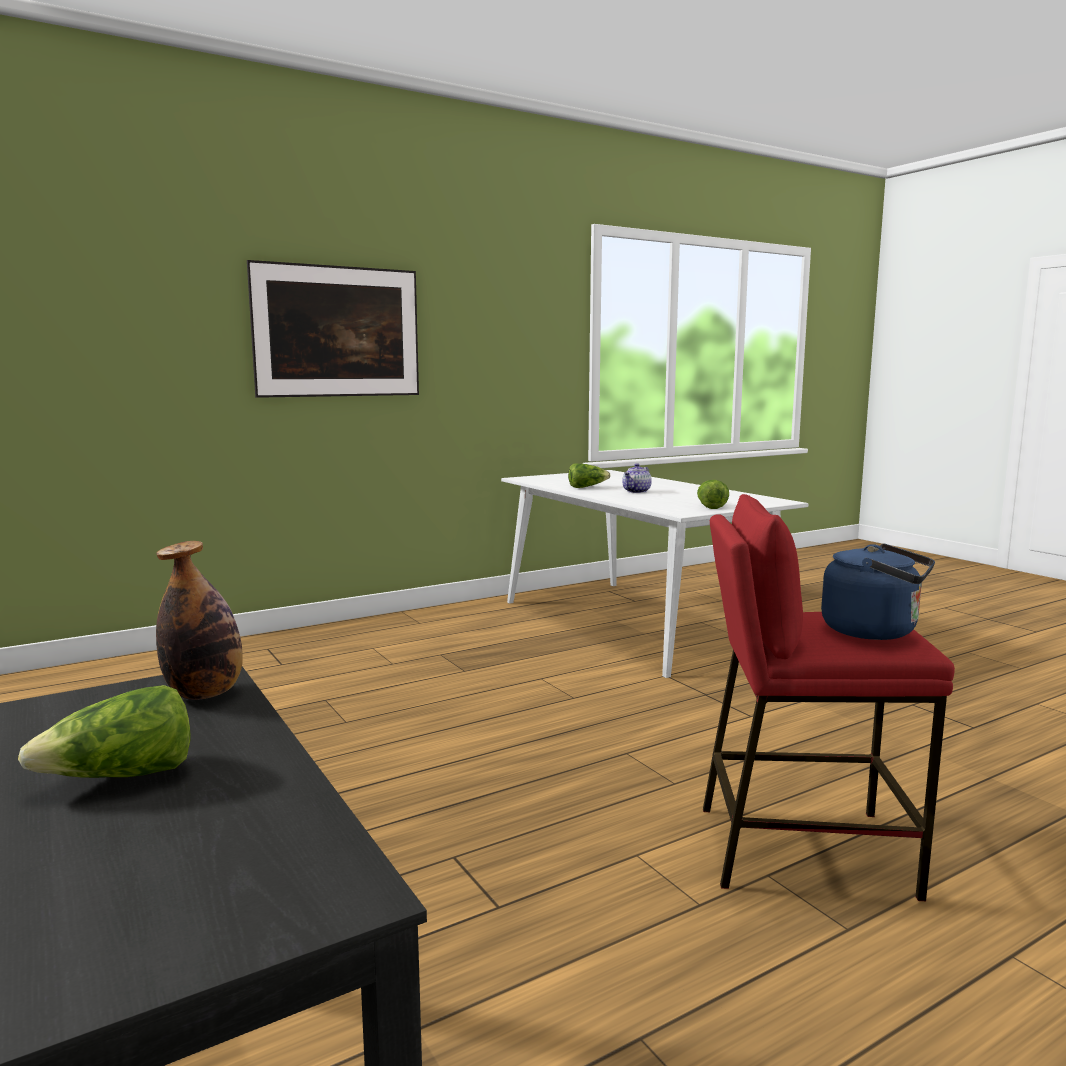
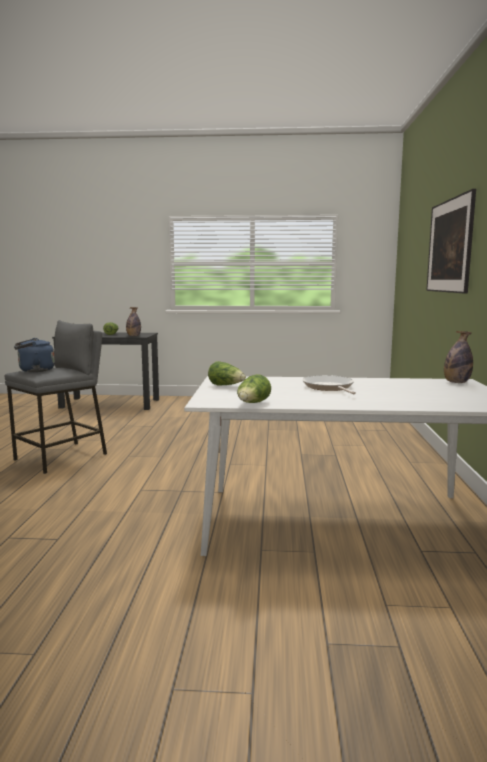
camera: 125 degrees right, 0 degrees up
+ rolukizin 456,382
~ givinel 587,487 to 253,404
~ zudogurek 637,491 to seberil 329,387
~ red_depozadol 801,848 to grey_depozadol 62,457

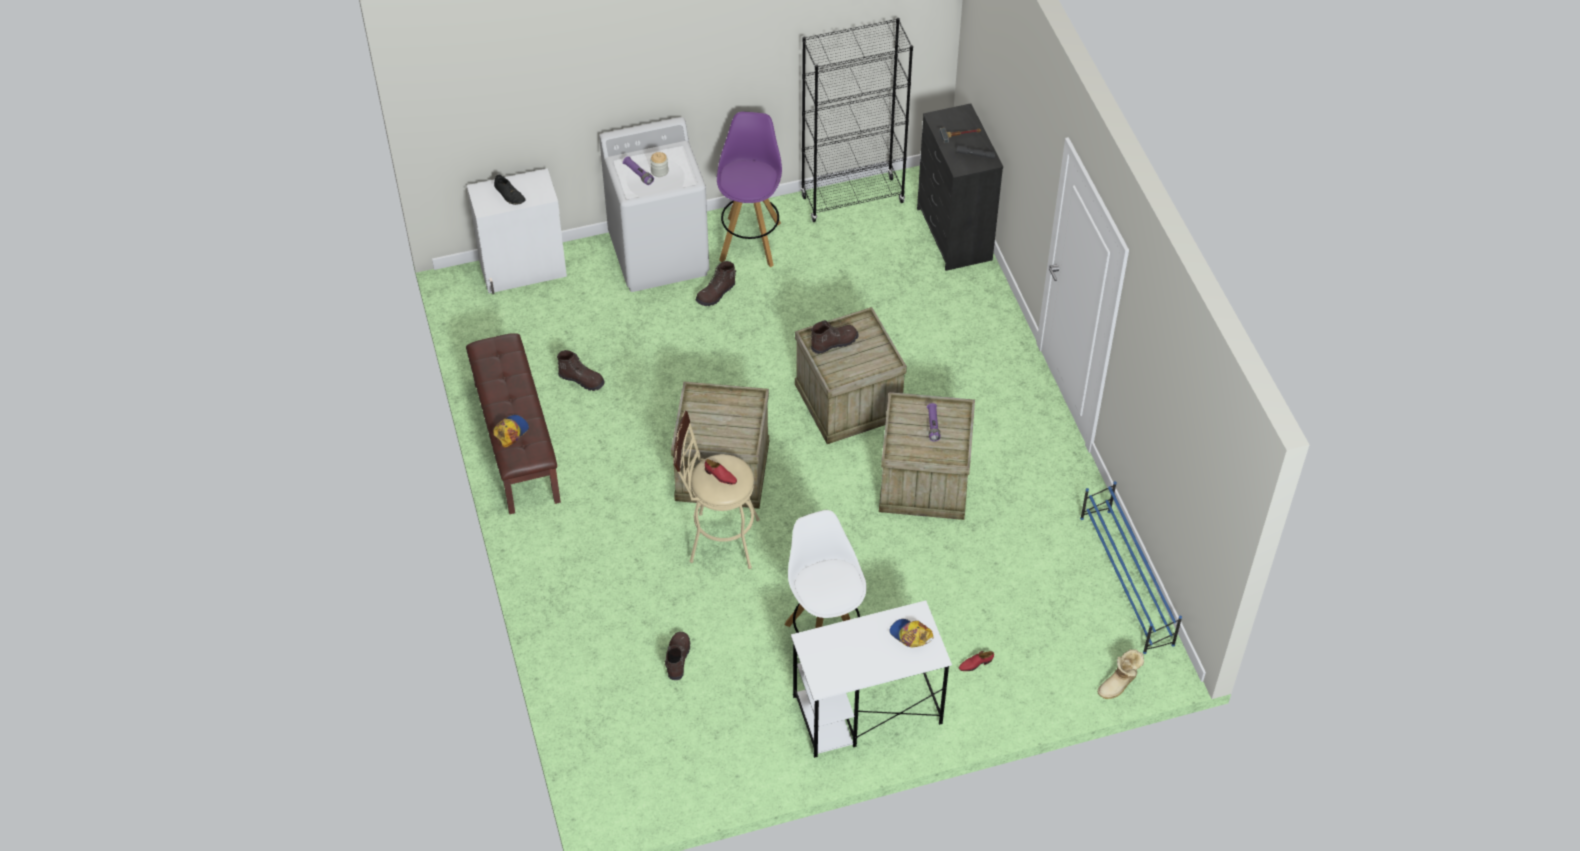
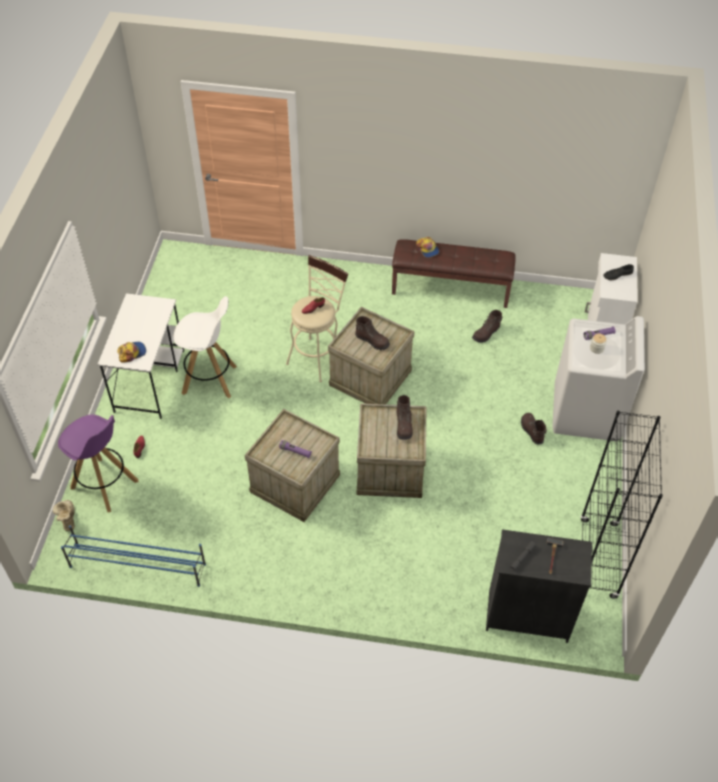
camera: 115 degrees right, 0 degrees up
~ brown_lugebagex 677,659 to 372,341
~ purple_depozadol 750,240 to 105,485

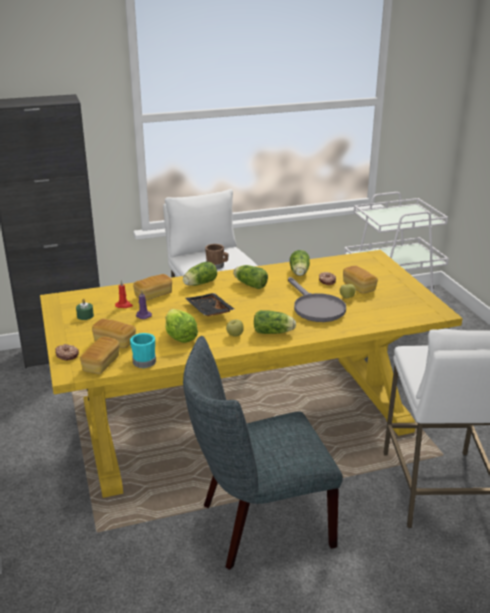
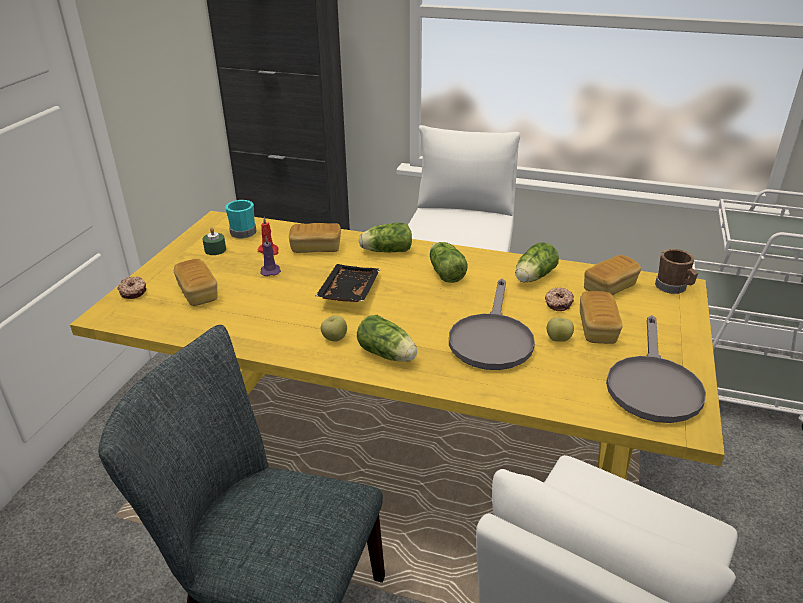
camera: 35 degrees right, 5 degrees up
- givinel 179,336
+ grey_seberil 652,384
~ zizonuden 101,364 to 609,288
~ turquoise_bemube 142,361 to 243,231
~ brown_bemube 217,266 to 673,288

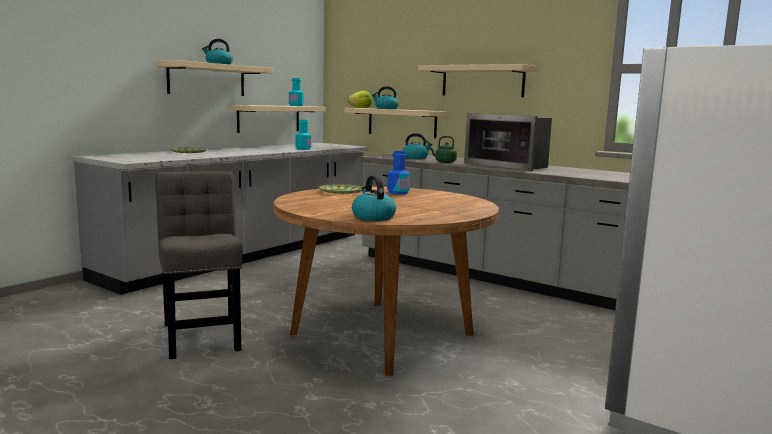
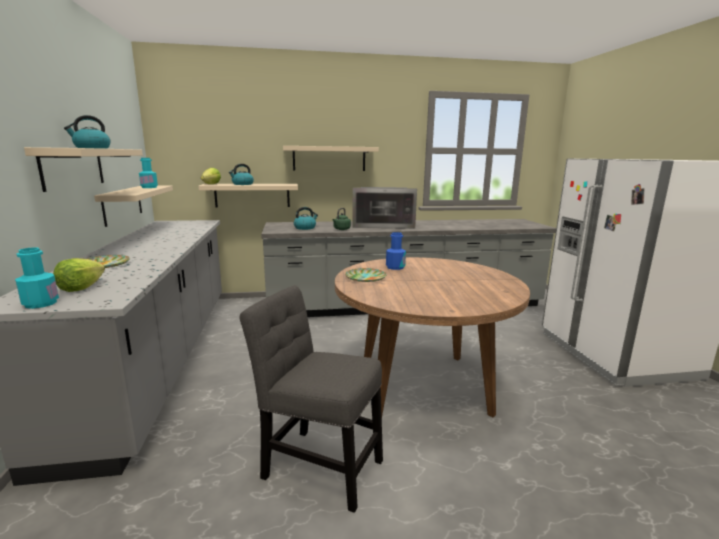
camera: 45 degrees left, 5 degrees up
- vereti 373,217
+ givinel 81,288
~ turquoise_rolukizin 303,149 to 40,303

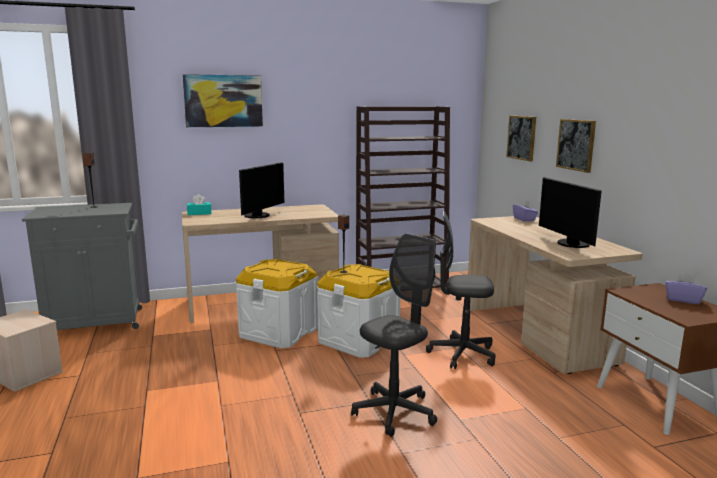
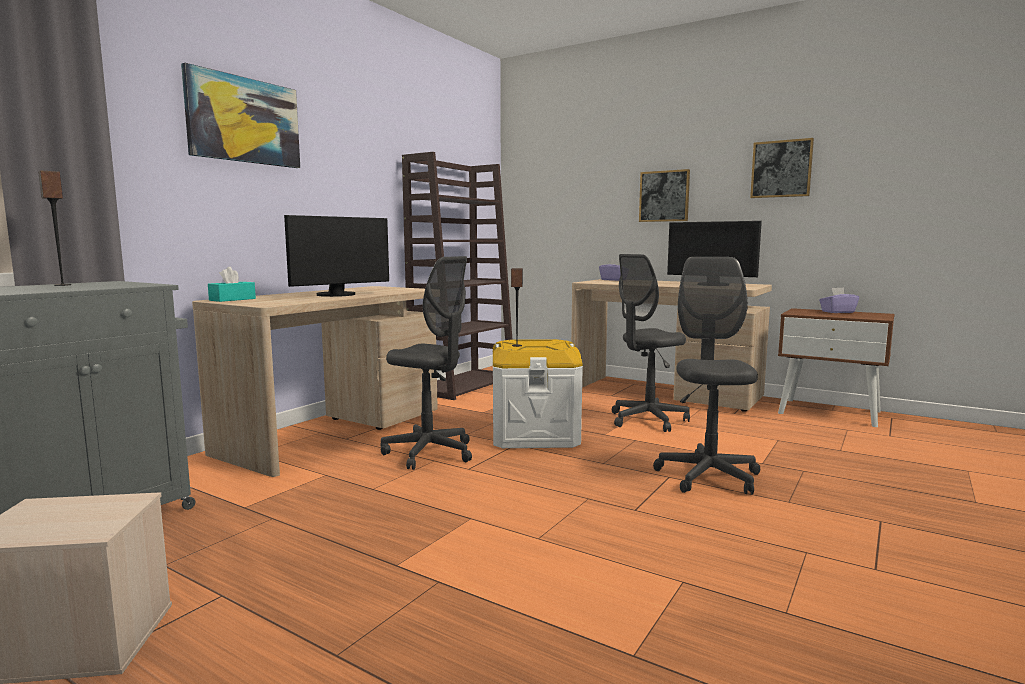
camera: 40 degrees left, 5 degrees down
~ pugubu 522,137 to 781,169
~ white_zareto 278,332 to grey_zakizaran 430,453
~ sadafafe 259,216 = 338,295 60 degrees clockwise

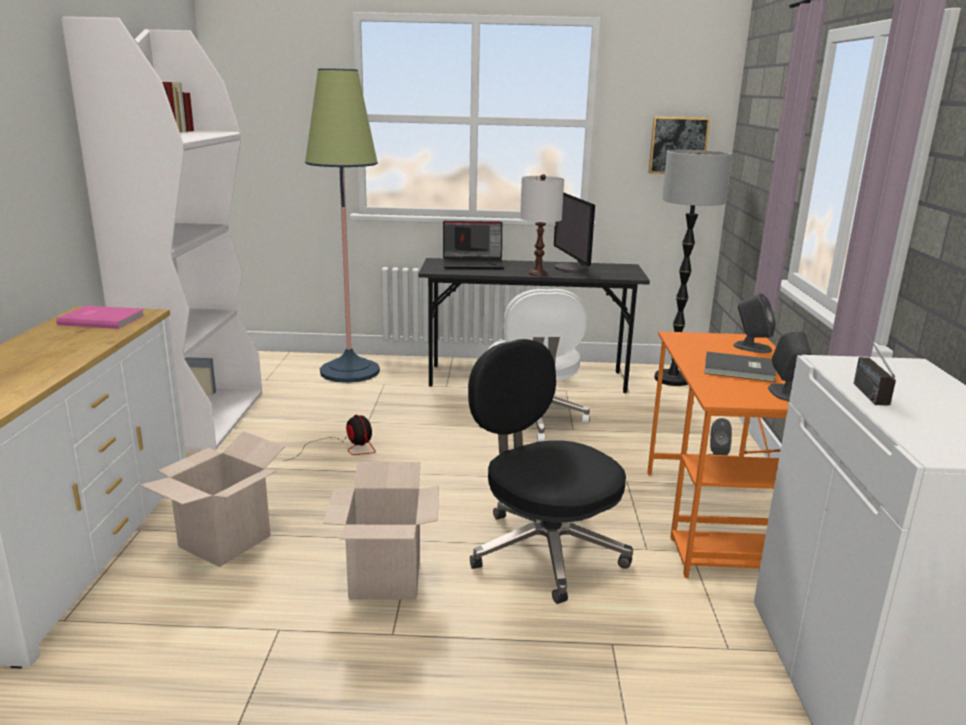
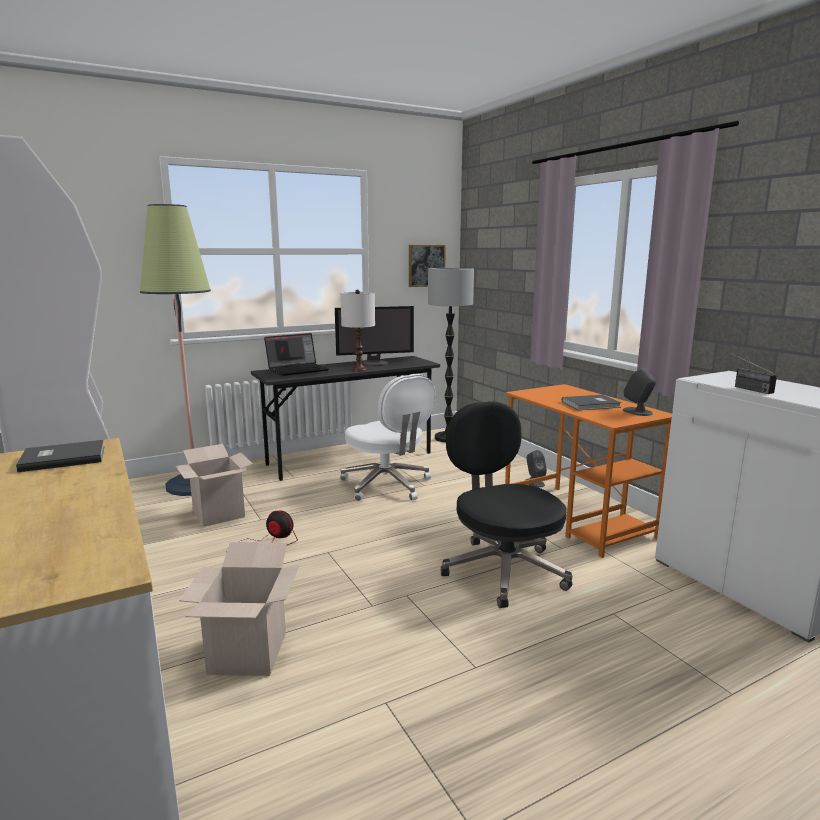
camera: 30 degrees left, 5 degrees down
- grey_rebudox 751,347
~ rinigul 385,578 to 218,514
~ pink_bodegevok 102,319 to grey_bodegevok 62,458
~ black_zakizaran 544,550 = 503,570 45 degrees clockwise
~ sadafafe 571,268 = 375,363 60 degrees counterclockwise

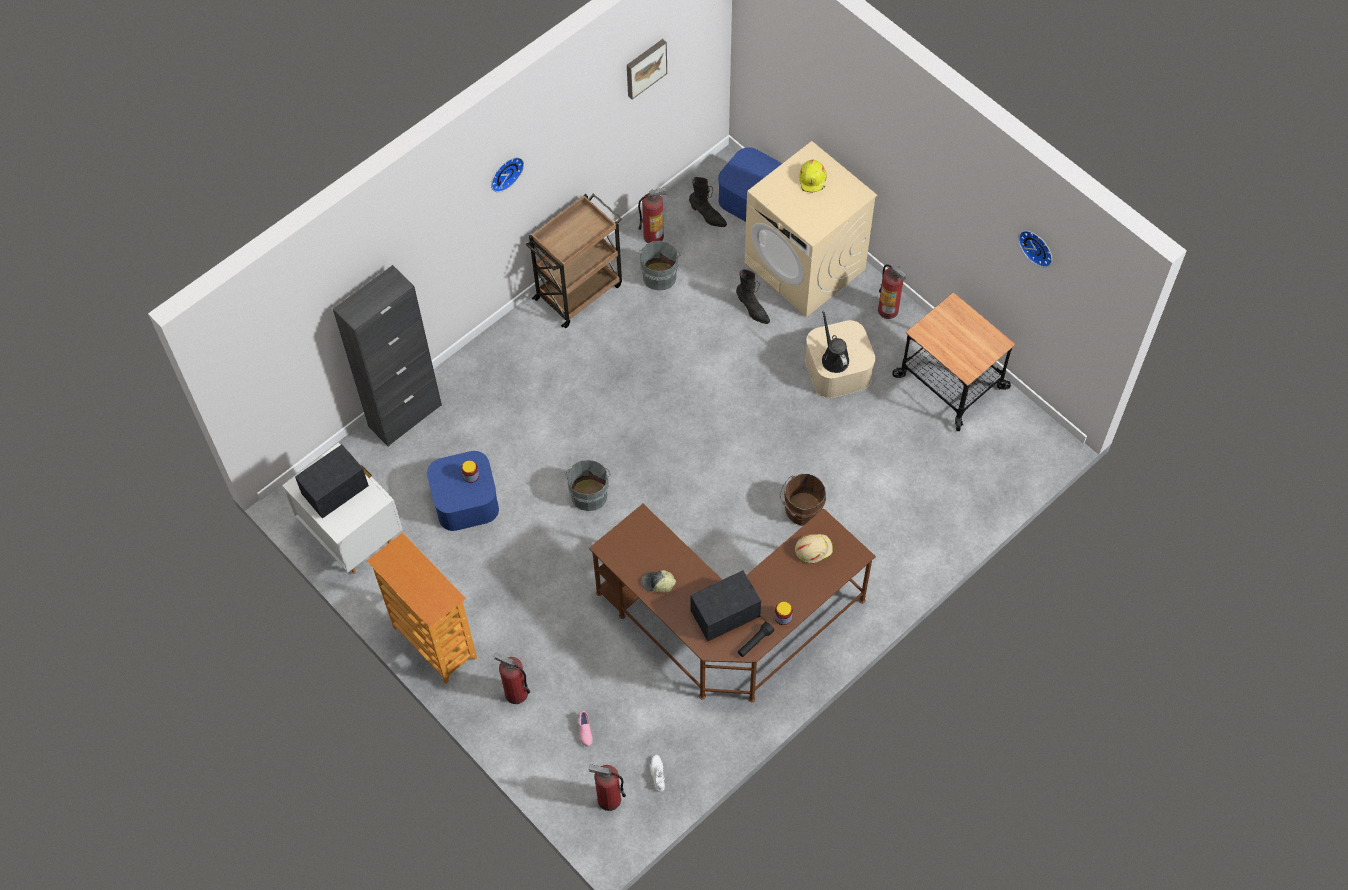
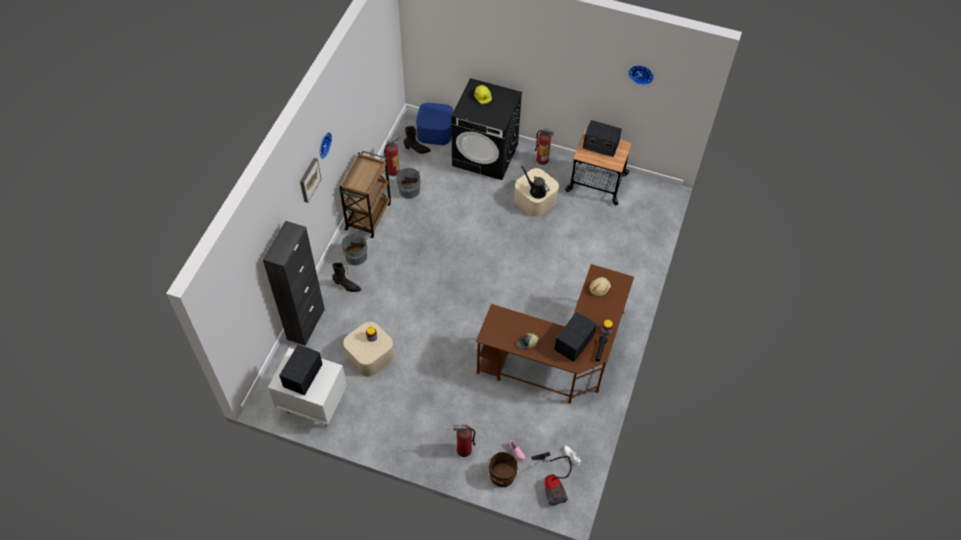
camera: 30 degrees left, 5 degrees down
- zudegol 434,643
+ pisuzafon 600,145
~ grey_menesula 589,493 to 355,255
~ pugubu 645,67 to 309,179
~ black_lugebagex 752,310 to 347,286
~ brown_menesula 801,509 to 501,476
~ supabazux 609,799 to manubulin 553,484
~ blue_zareto 465,500 to beige_zareto 369,355
~ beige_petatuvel 805,266 to black_petatuvel 485,155

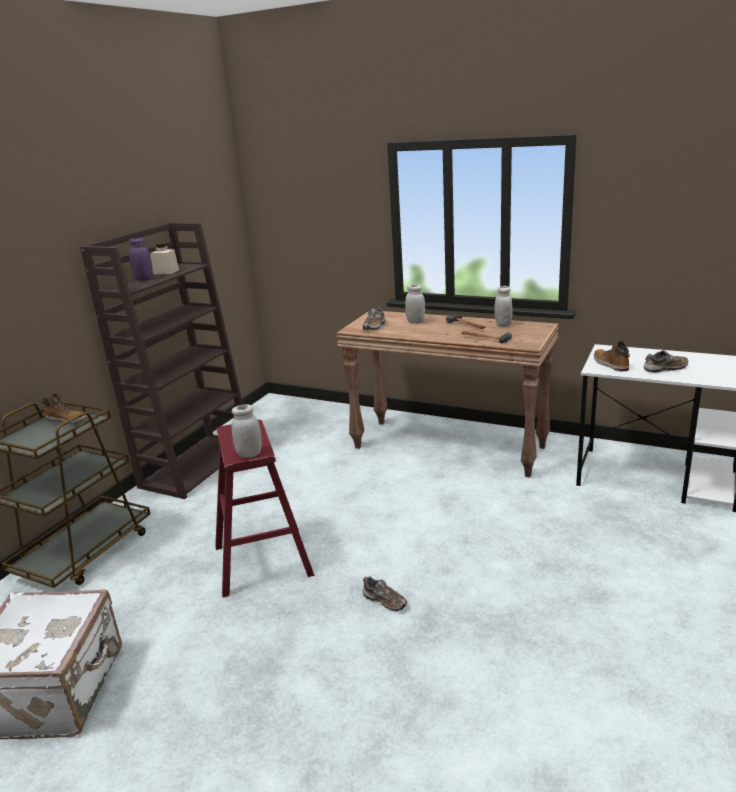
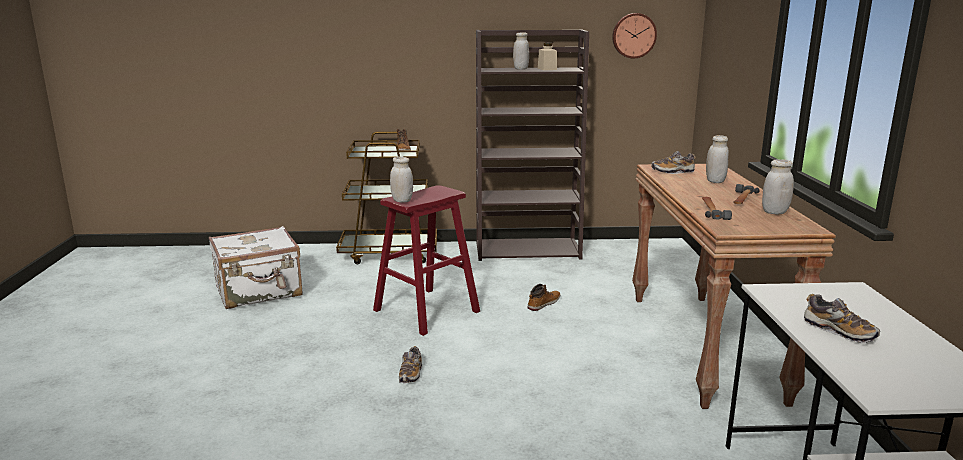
camera: 60 degrees right, 5 degrees down
+ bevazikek 633,35
~ lugebagex 610,364 to 543,304
~ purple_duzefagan 144,279 to white_duzefagan 520,69

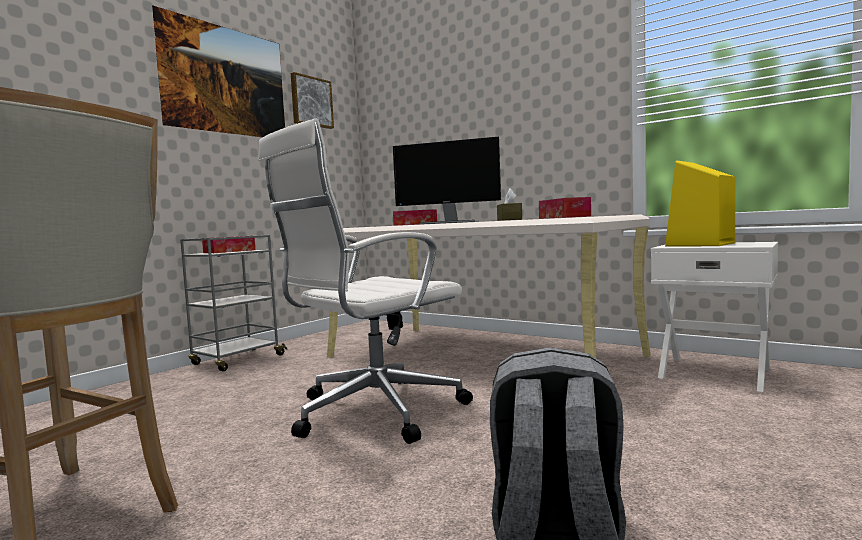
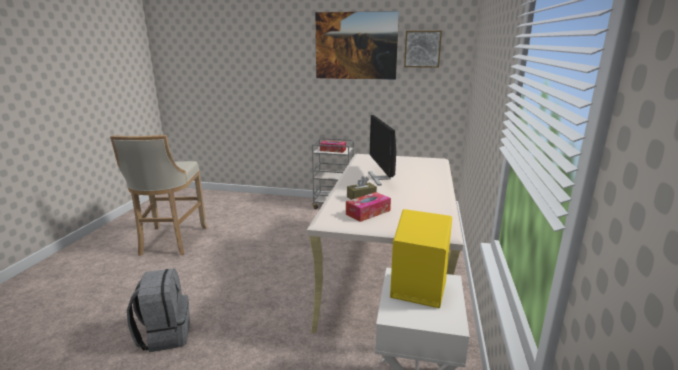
camera: 65 degrees right, 15 degrees up
- white_zakizaran 372,412
- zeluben 415,224

